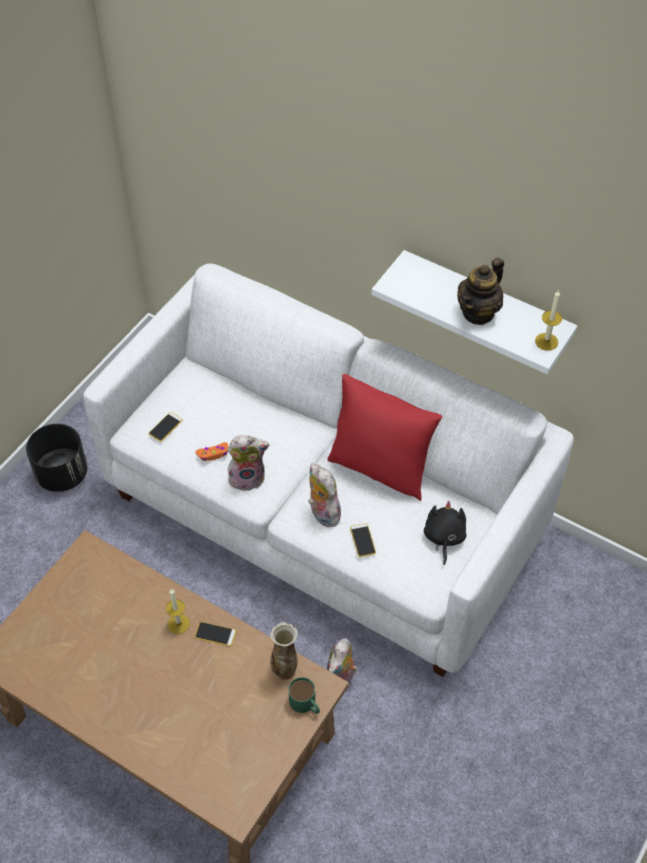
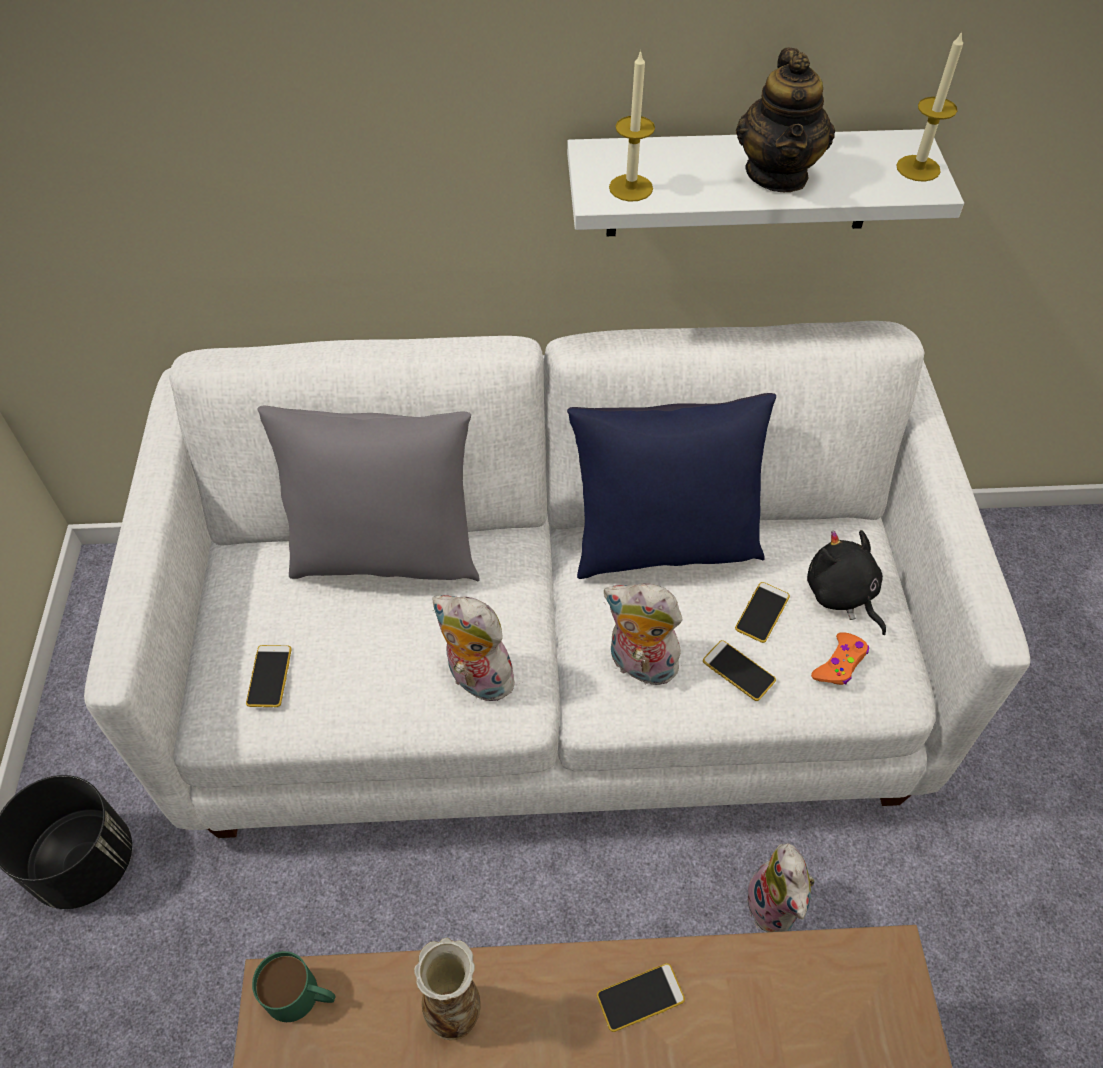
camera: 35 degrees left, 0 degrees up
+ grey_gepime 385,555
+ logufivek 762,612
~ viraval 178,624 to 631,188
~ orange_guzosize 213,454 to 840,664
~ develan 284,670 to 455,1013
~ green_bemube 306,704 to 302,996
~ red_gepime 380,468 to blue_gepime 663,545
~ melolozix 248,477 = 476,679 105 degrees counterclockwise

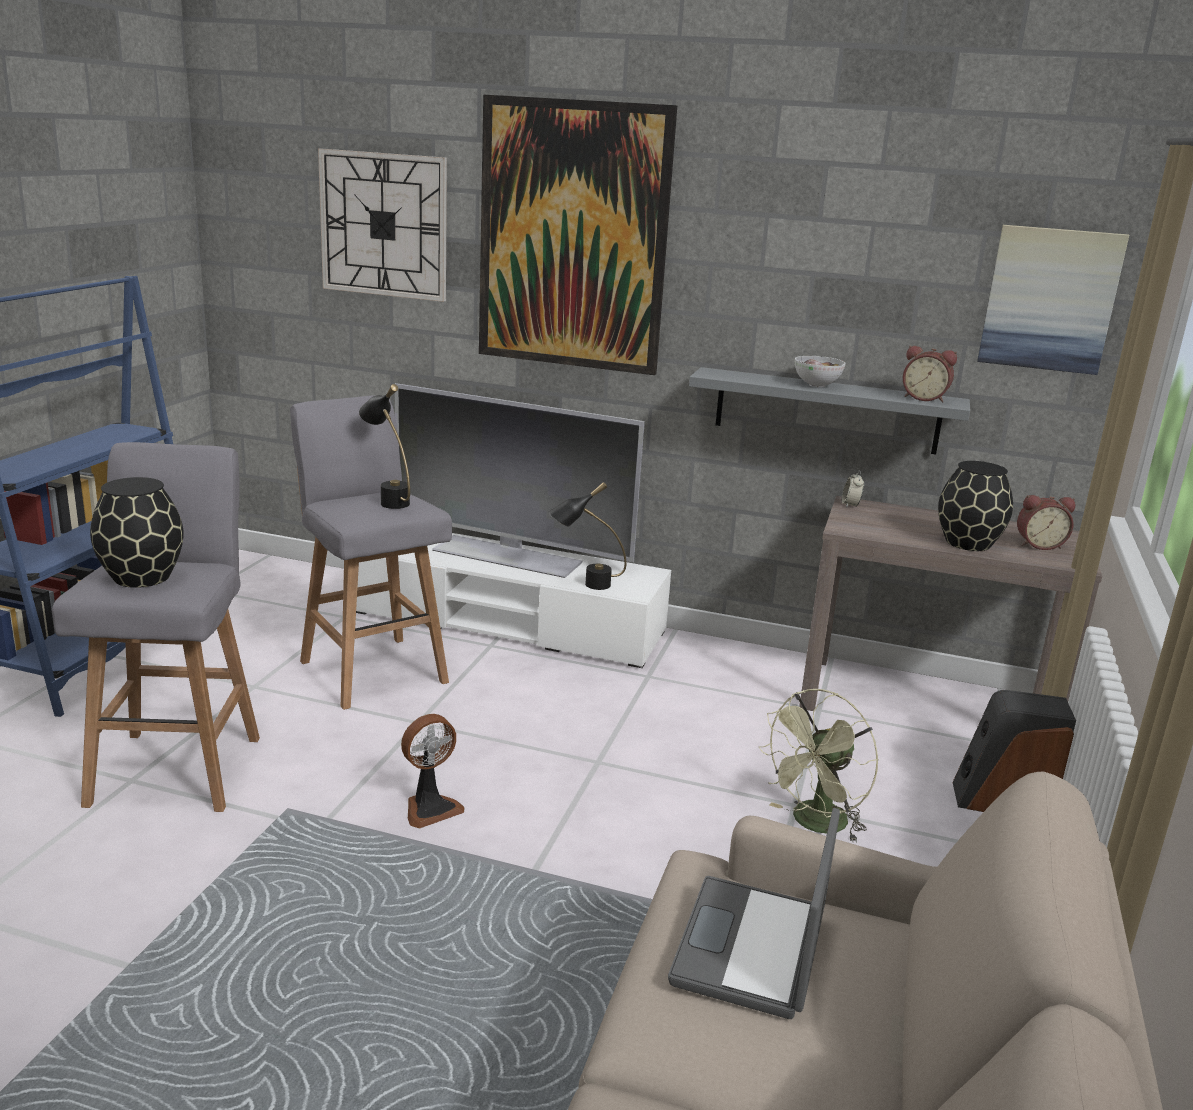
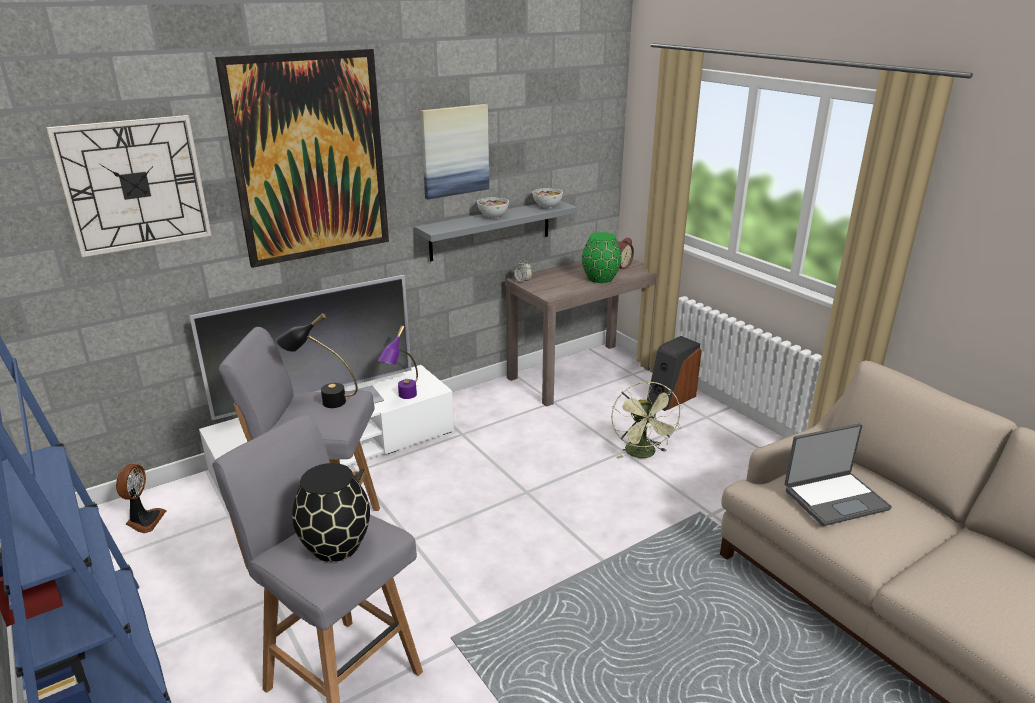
camera: 50 degrees left, 5 degrees up
~ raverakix 430,808 to 144,520
~ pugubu 1050,299 to 454,151
~ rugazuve 924,398 to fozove 547,206
~ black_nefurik 585,585 to purple_nefurik 402,398
~ black_develan 968,543 to green_develan 601,279
~ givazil 752,949 = 834,498 75 degrees counterclockwise

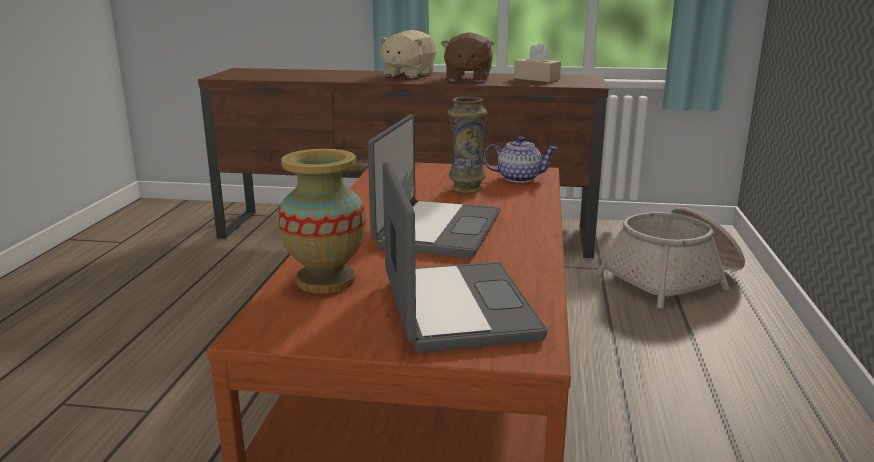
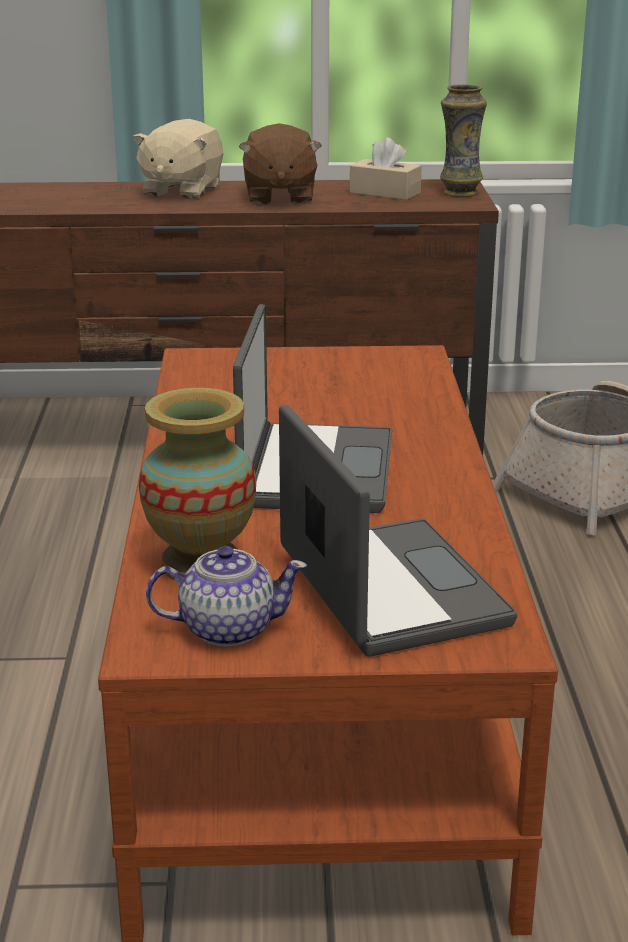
camera: 10 degrees left, 5 degrees up
~ develan 466,188 to 459,193
~ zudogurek 518,178 to 226,629

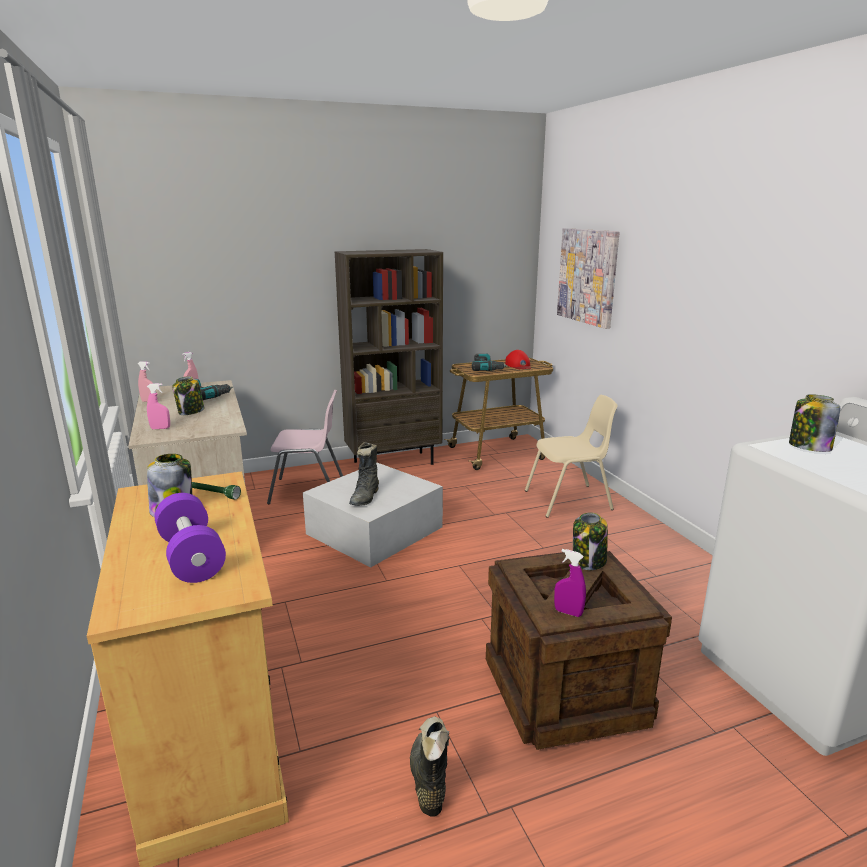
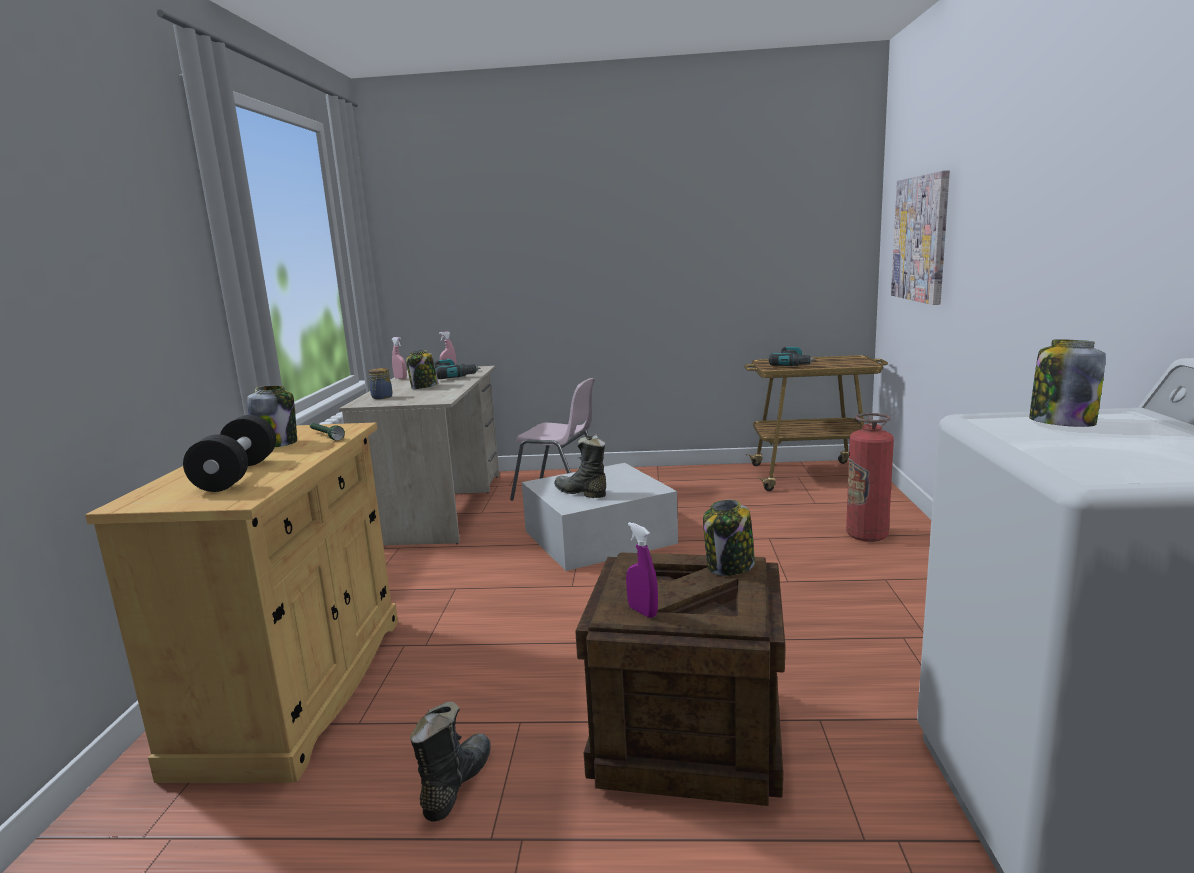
camera: 25 degrees right, 5 degrees down
- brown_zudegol 393,462
- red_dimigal 518,365
~ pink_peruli 160,428 to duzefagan 381,397
~ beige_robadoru 569,500 to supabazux 867,535
~ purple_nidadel 191,557 to black_nidadel 237,475
~ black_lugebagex 365,497 = 580,492 90 degrees clockwise

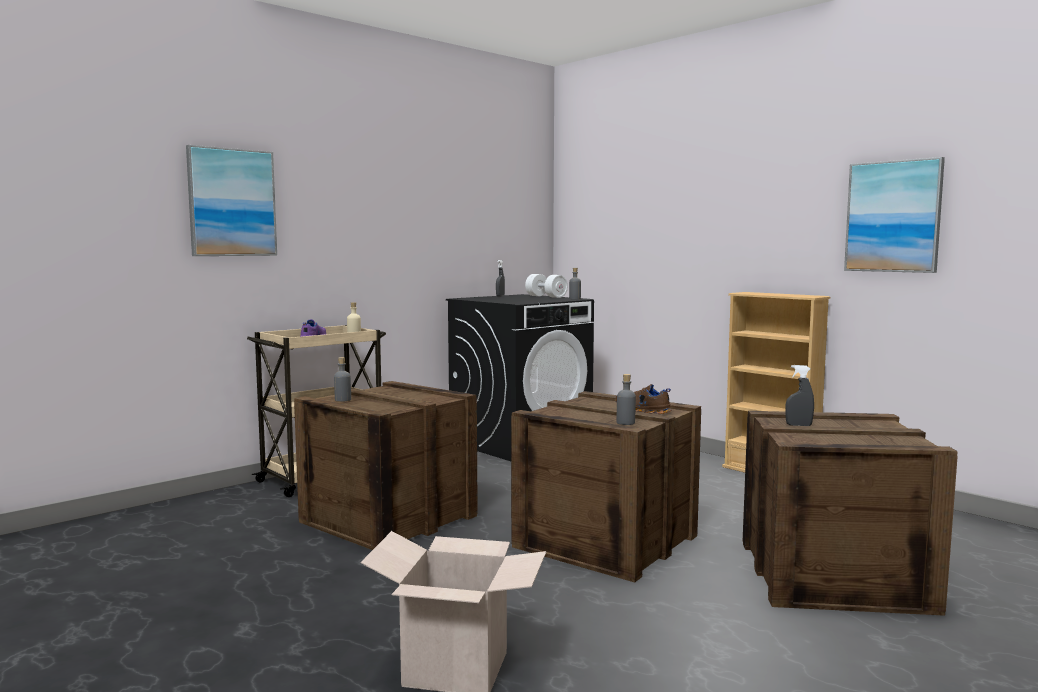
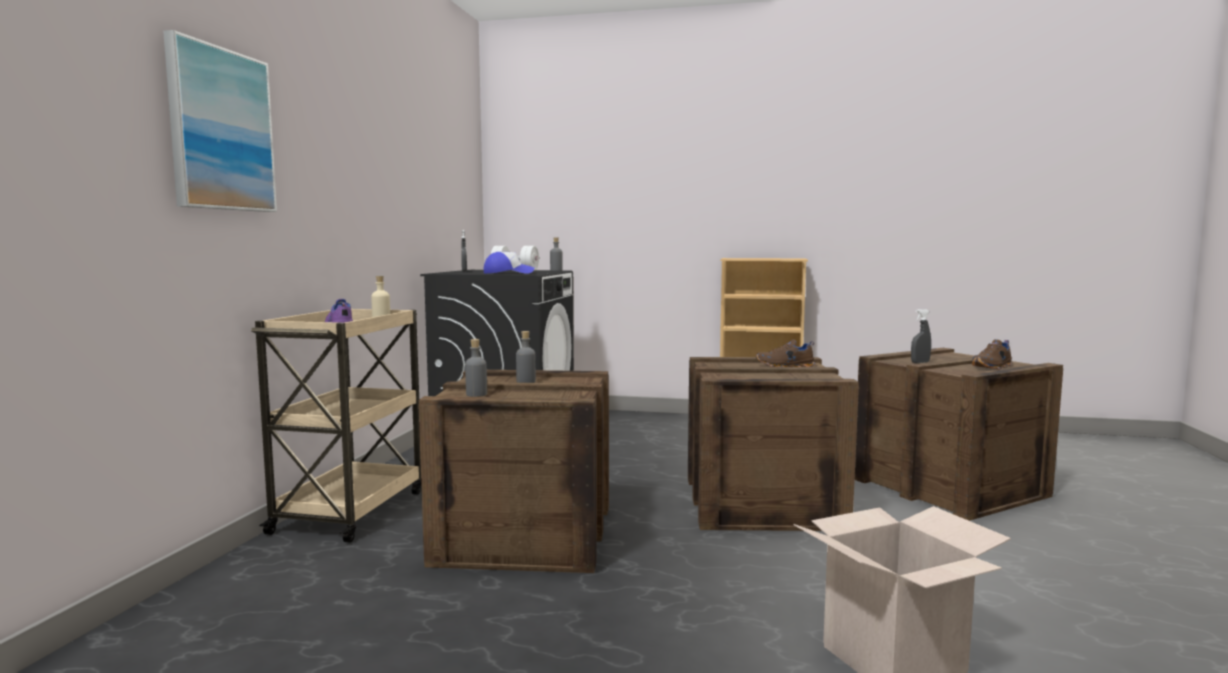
camera: 35 degrees left, 0 degrees up
- pugubu 893,216
+ dimigal 508,273
+ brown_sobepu 993,367
~ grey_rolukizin 625,423 to 526,381

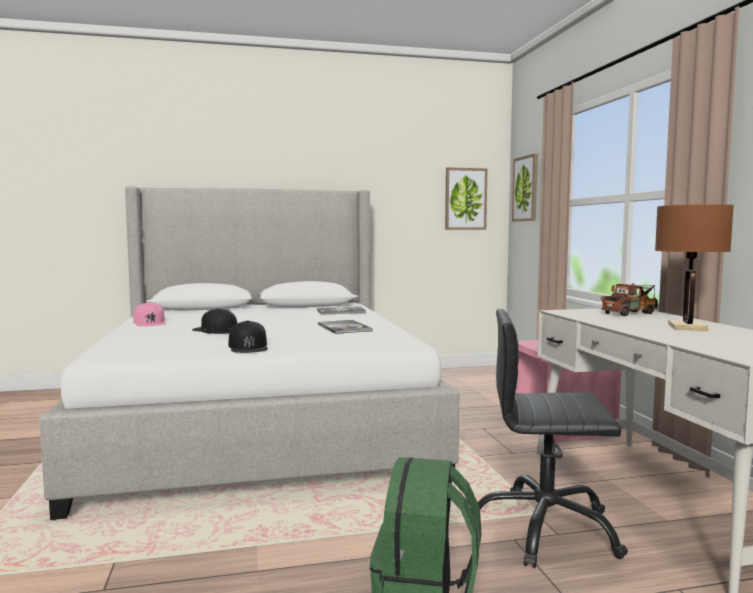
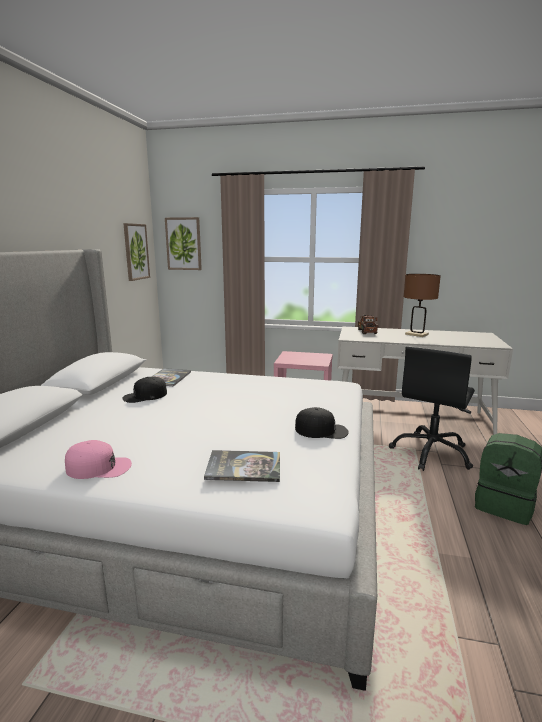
camera: 65 degrees left, 10 degrees up
~ black_dimigal 215,330 to 145,396
~ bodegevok 344,328 to 244,467

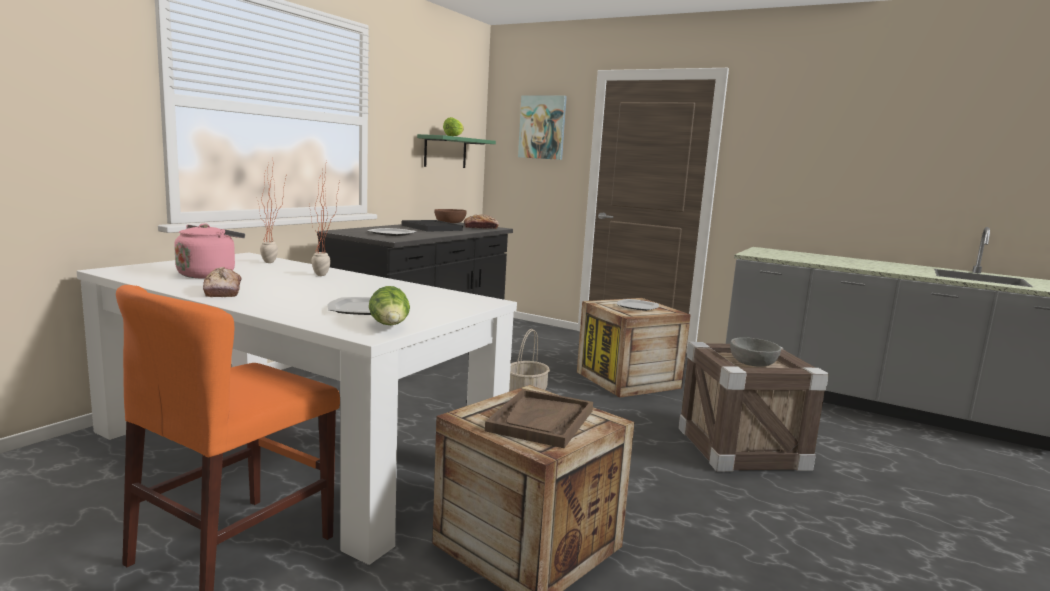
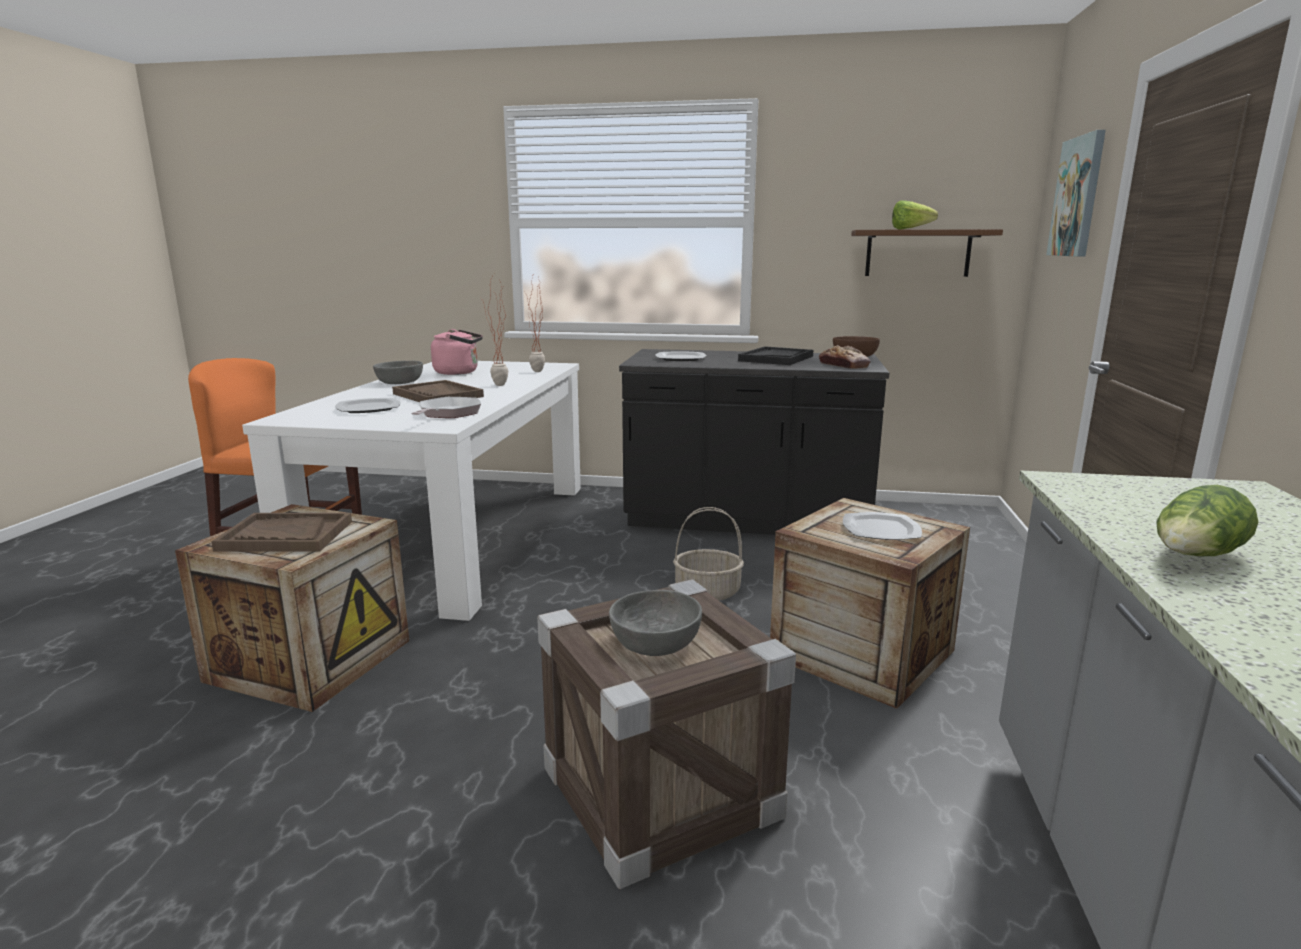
camera: 70 degrees right, 5 degrees up
+ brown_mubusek 438,395
+ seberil 448,414
~ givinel 390,326 to 1195,557
~ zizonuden 223,291 to grey_fozove 399,382
~ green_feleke 445,152 to brown_feleke 918,253

